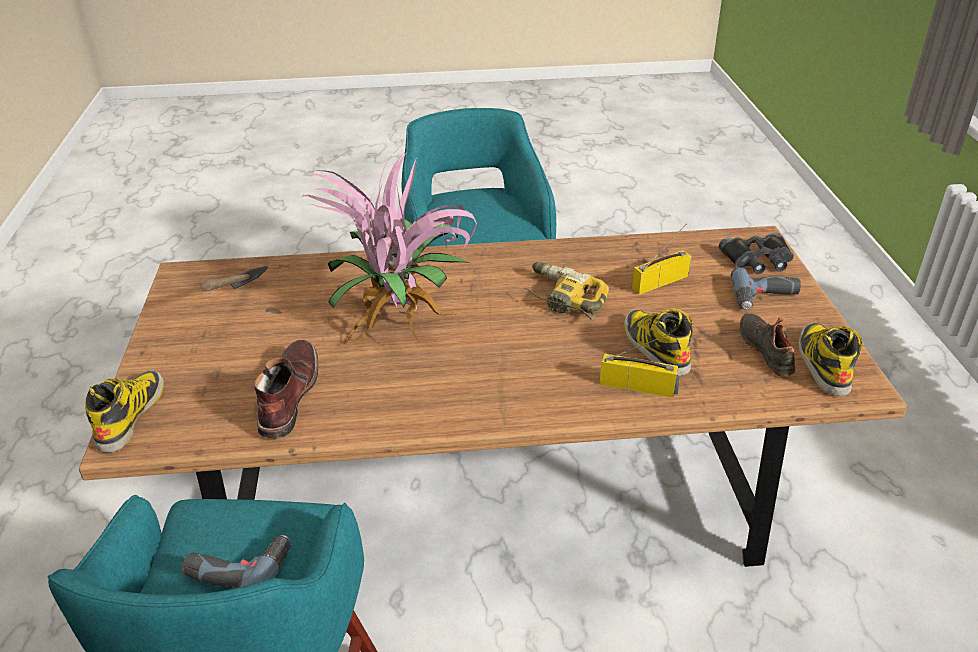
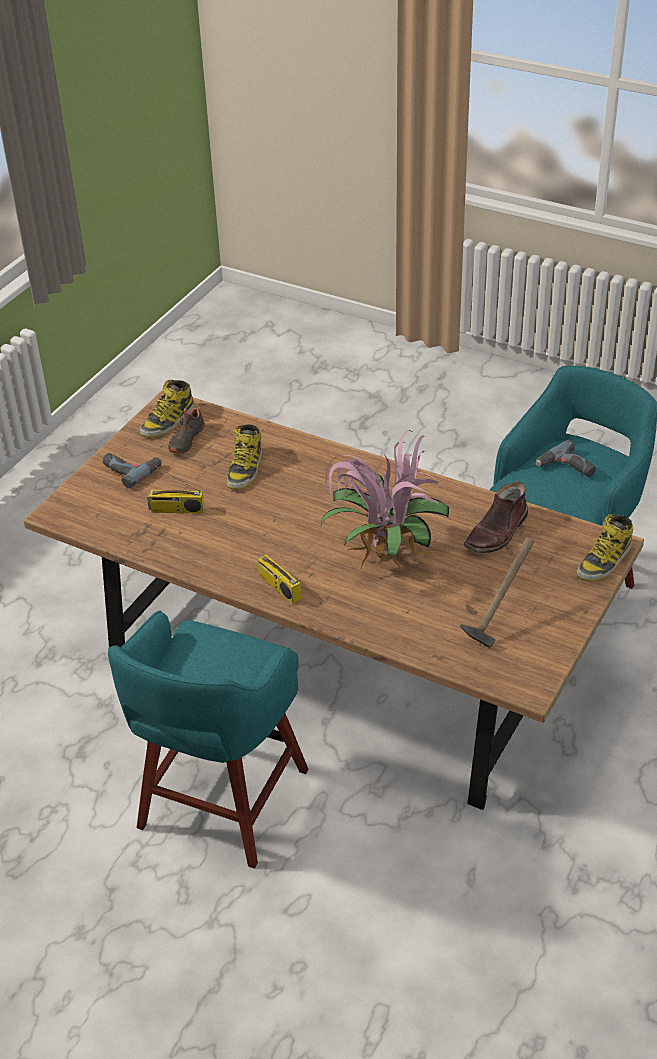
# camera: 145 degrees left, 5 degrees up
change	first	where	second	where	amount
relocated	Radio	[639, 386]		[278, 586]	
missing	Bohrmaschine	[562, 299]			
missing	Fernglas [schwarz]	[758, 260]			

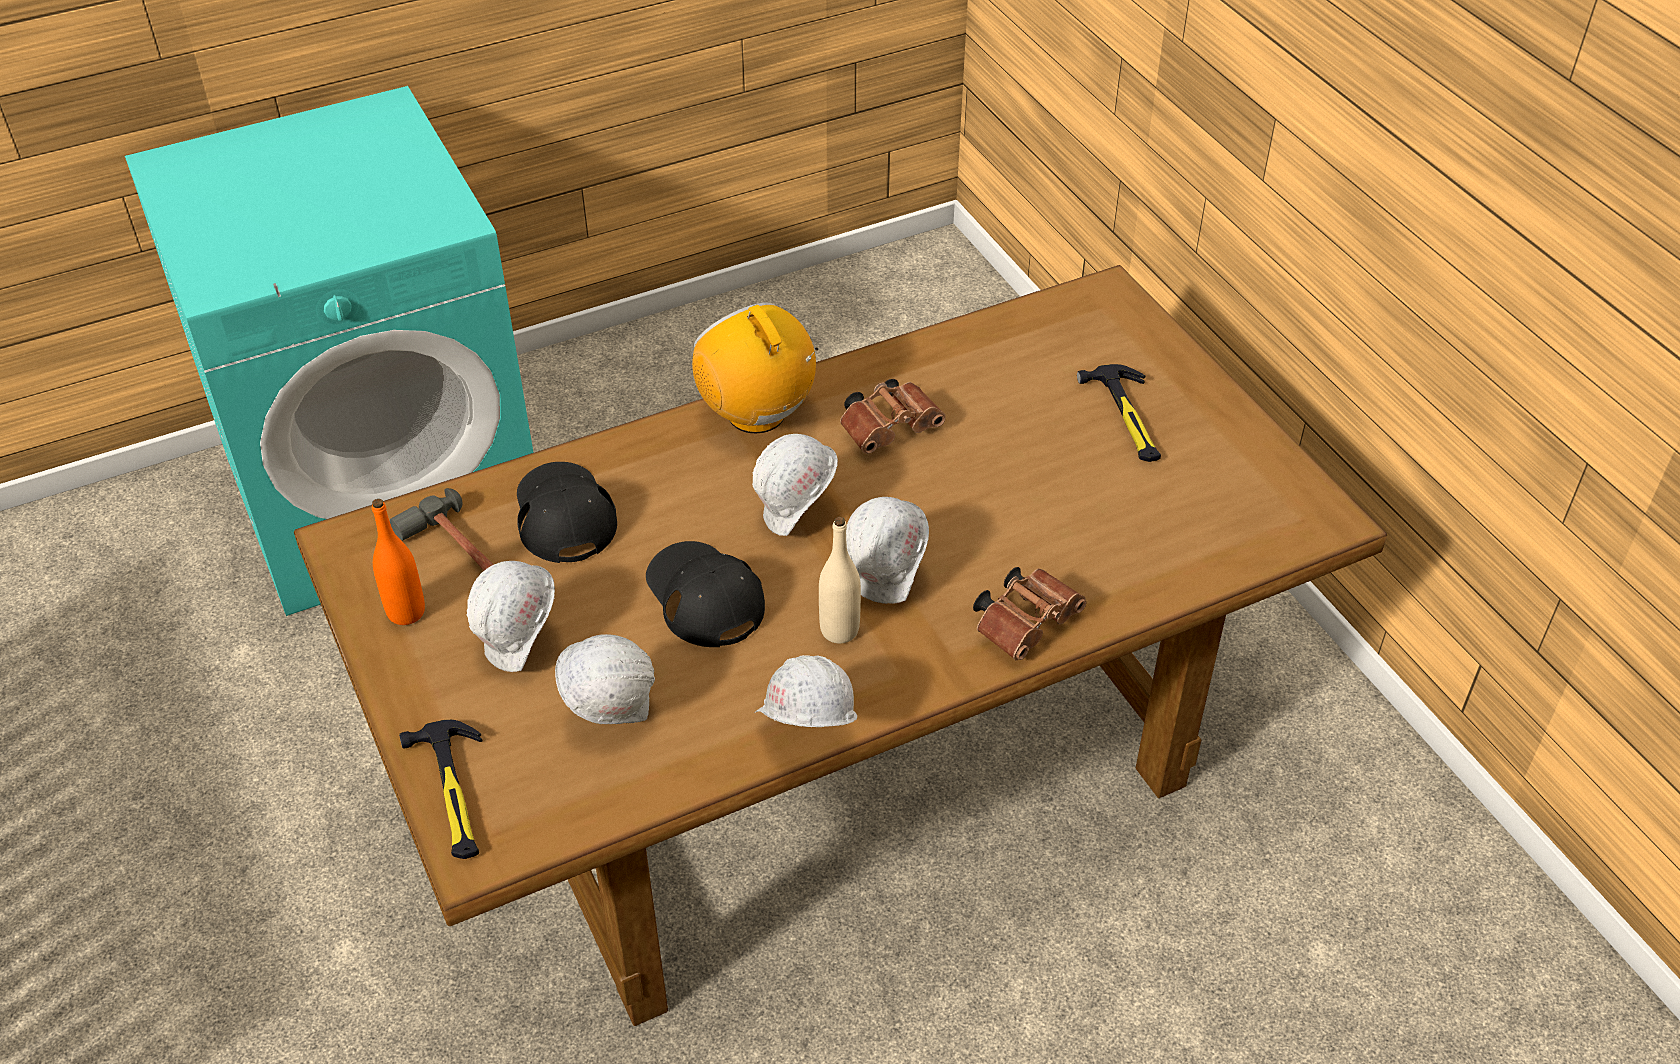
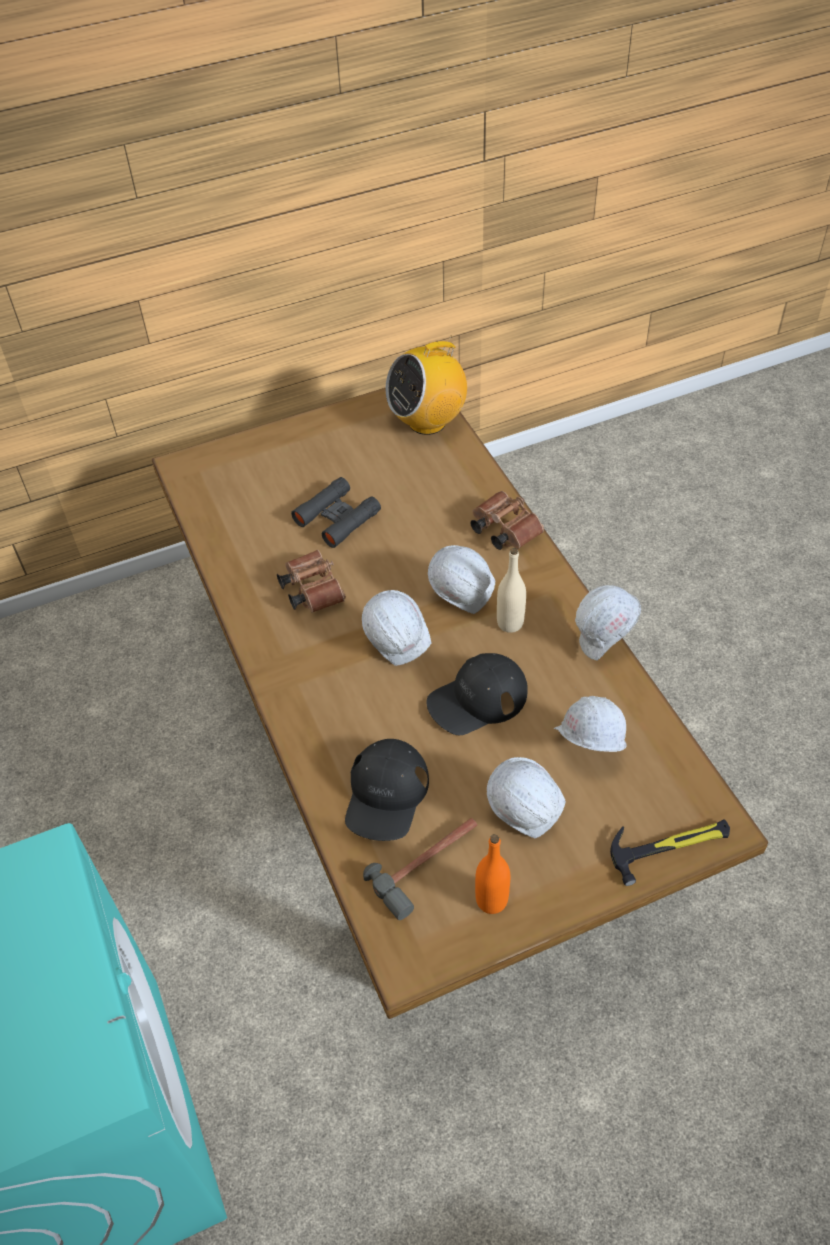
# camera: 85 degrees left, 5 degrees up
change	first	where	second	where	amount
appeared			Fernglas [schwarz]	[337, 518]	
spun	Kappe [schwarz]	[564, 515]		[386, 794]	60 degrees counterclockwise
relocated	Radio	[757, 414]		[428, 421]	
missing	Hammer	[1128, 417]			

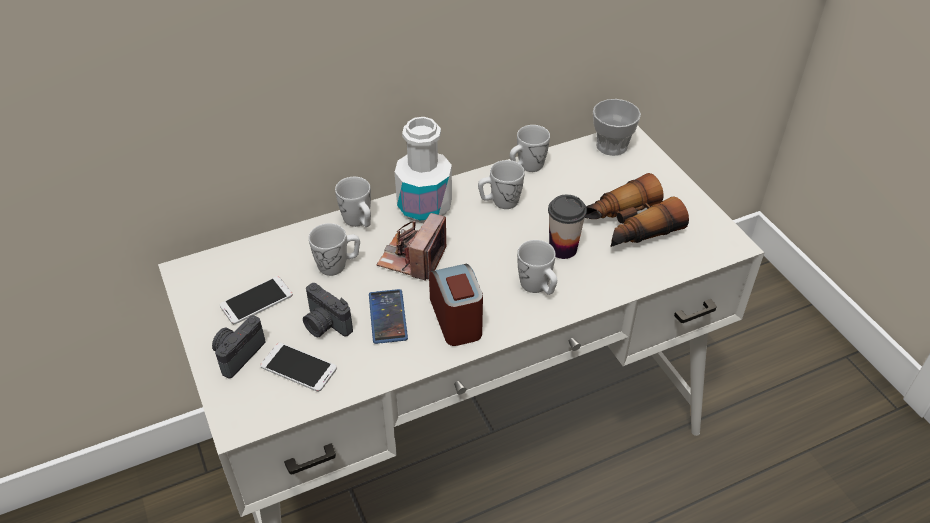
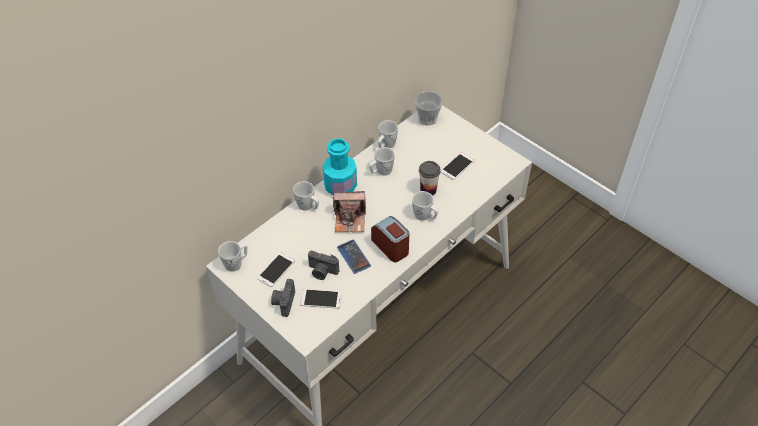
# camera: 20 degrees left, 5 degrees up
change	first	where	second	where	amount
relocated	Henkelbecher [weiß]	[338, 265]		[236, 263]	
colour	Flasche [weiß]	[424, 207]	Flasche [türkis]	[340, 186]	
spun	Kamera	[413, 258]		[350, 219]	90 degrees counterclockwise
exchanged	Fernglas	[629, 226]	Handy	[457, 166]	

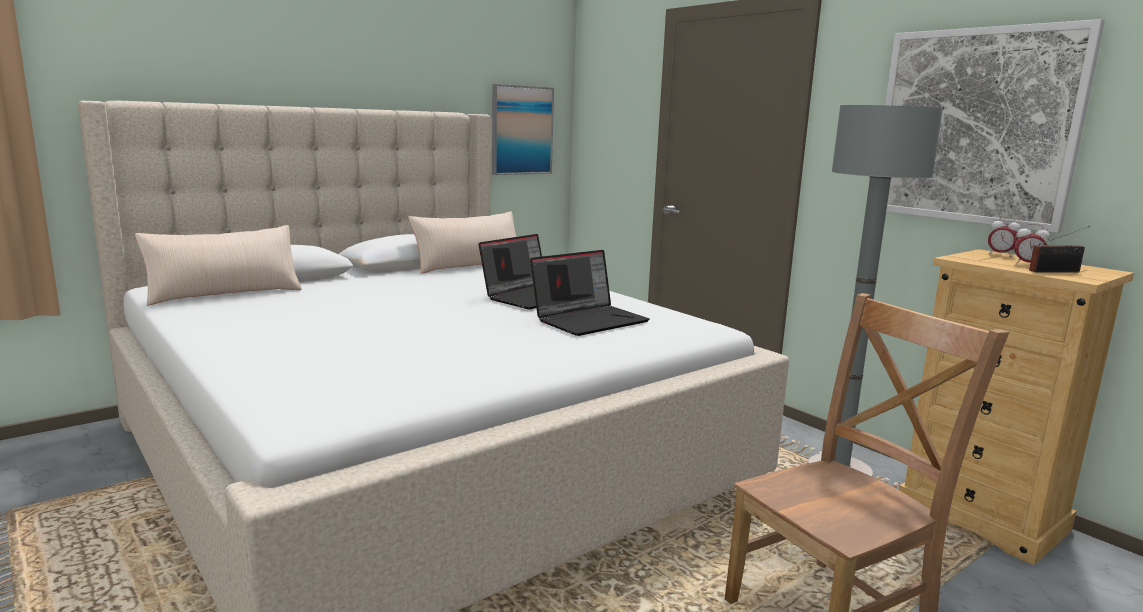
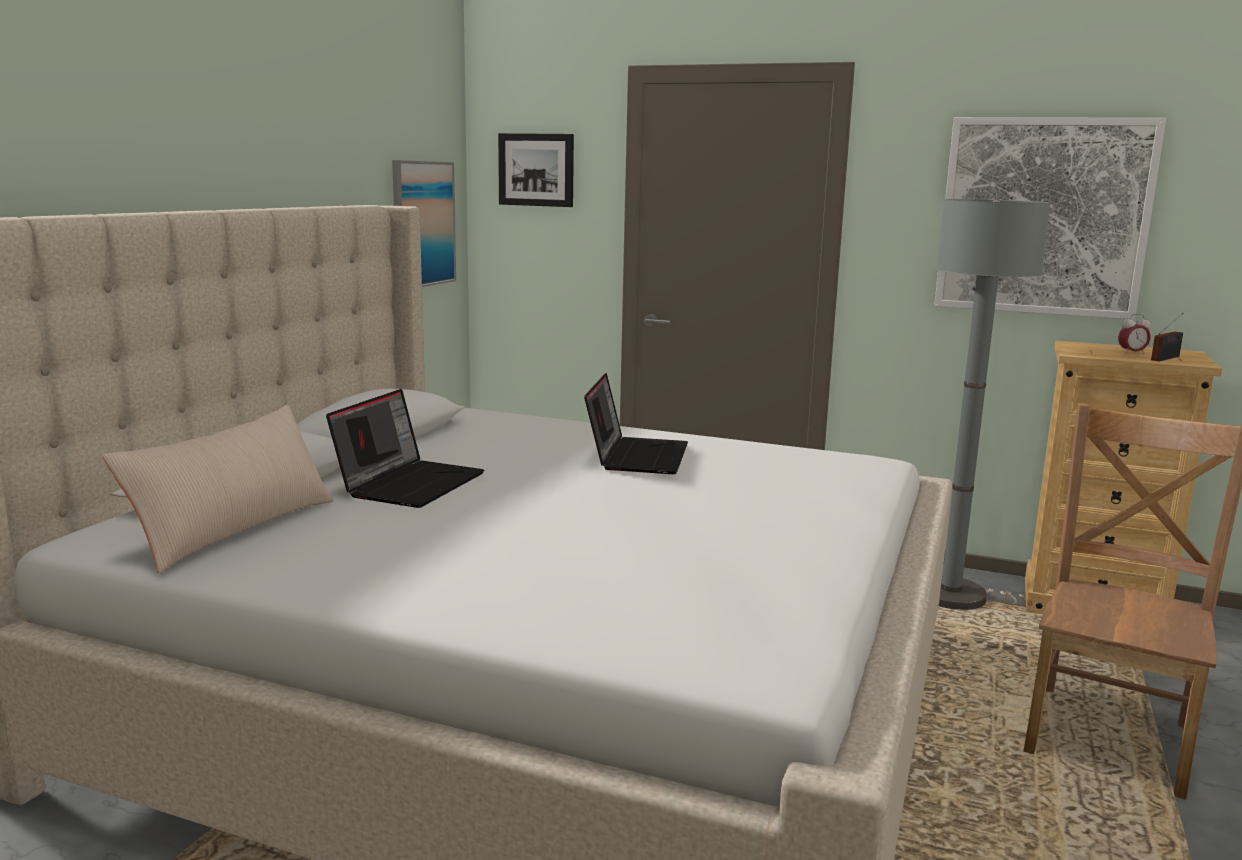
# camera: 30 degrees left, 0 degrees up
change	first	where	second	where	amount
relocated	Laptop	[589, 320]		[410, 483]	
appeared			Bild	[536, 170]	
missing	Kissen [beige]	[468, 266]			
missing	Wecker	[1000, 255]			

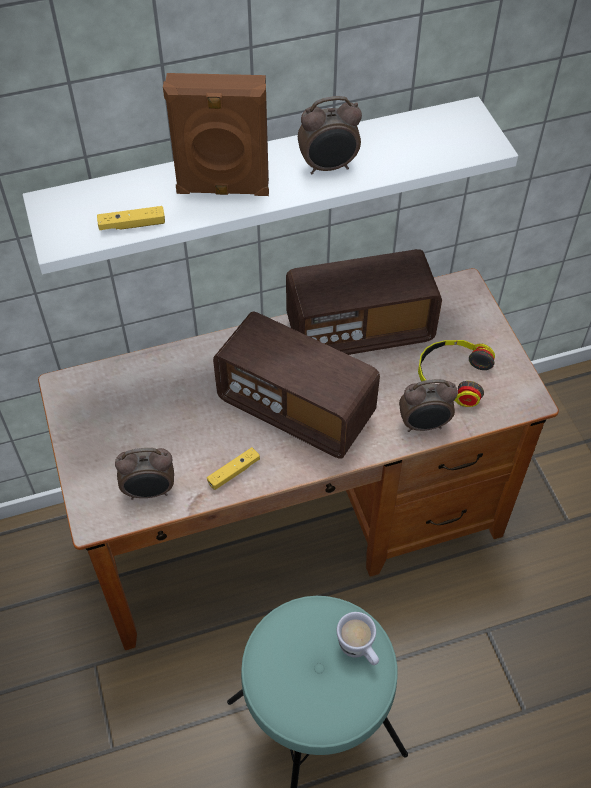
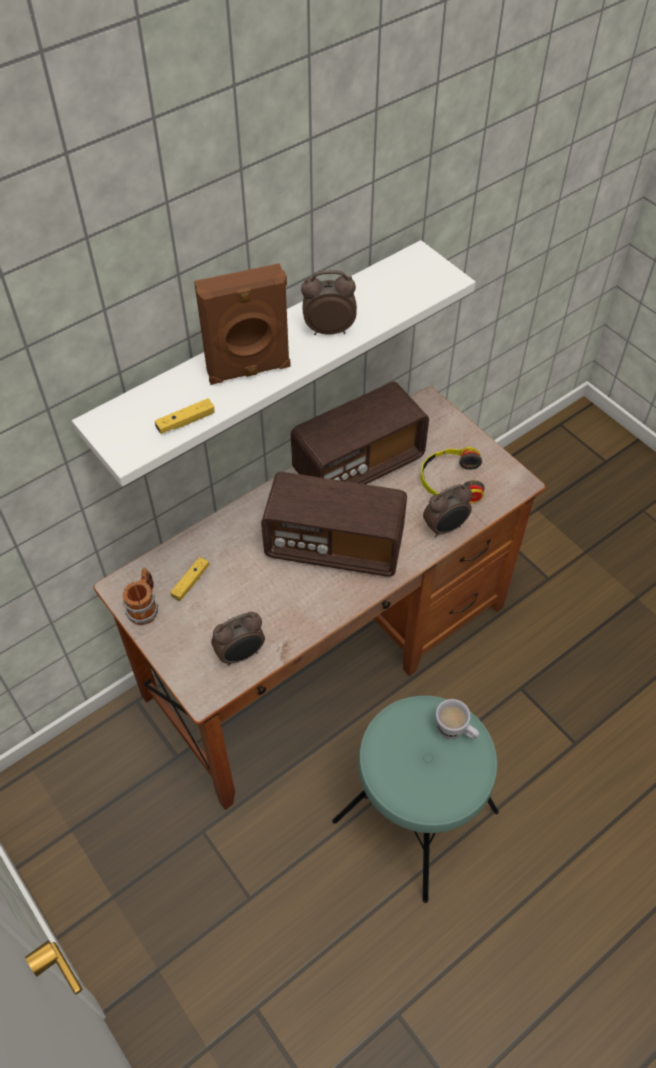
# camera: 20 degrees left, 0 degrees up
change	first	where	second	where	amount
appeared			Henkelbecher	[145, 606]	
relocated	Gamepad [gelb]	[234, 472]		[190, 582]	
spun	Wecker	[329, 167]		[329, 329]	150 degrees counterclockwise

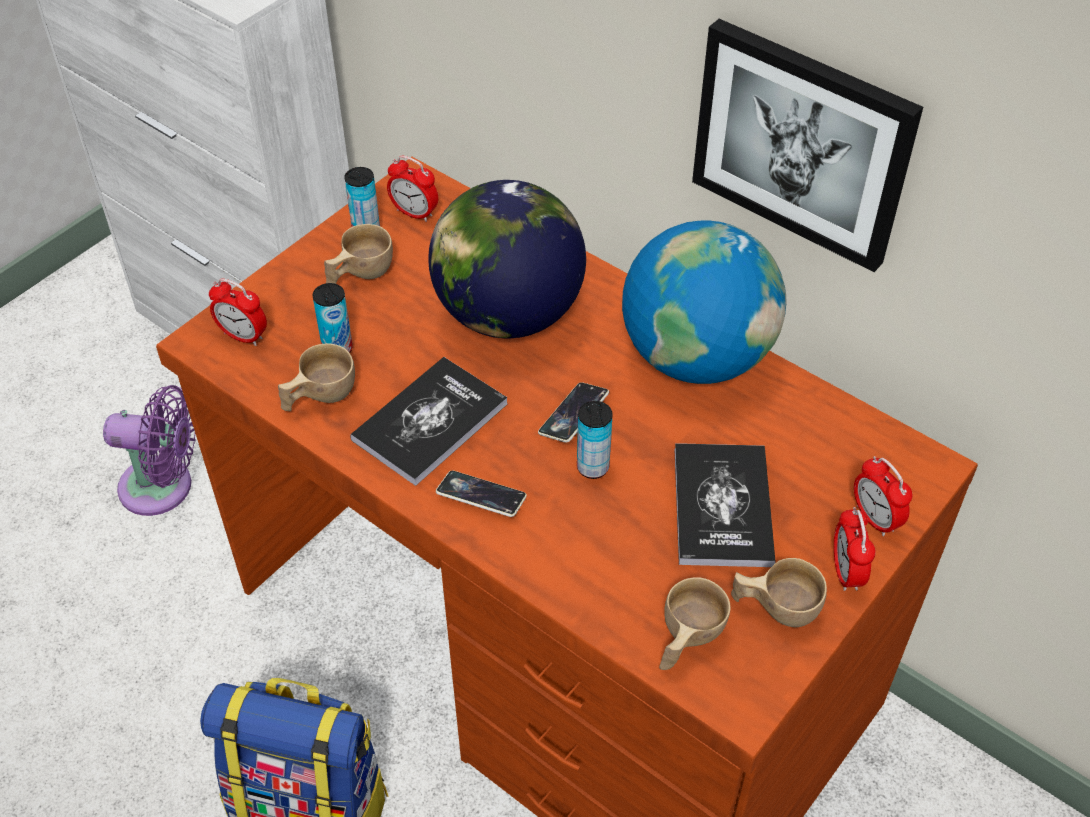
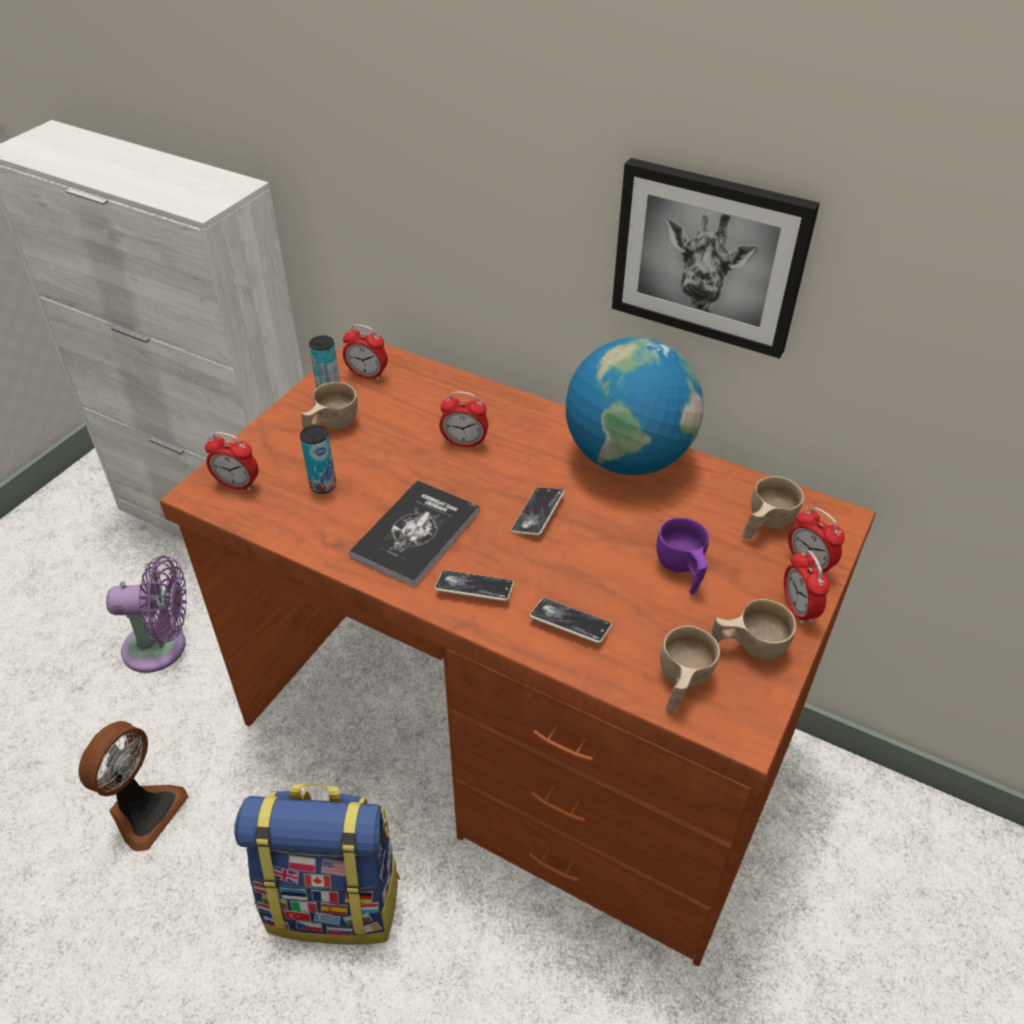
# camera: 10 degrees left, 5 degrees down
change	first	where	second	where	amount
appeared			Ventilator	[144, 811]	
exchanged	Globus	[509, 315]	Wecker	[464, 443]	
appeared			Handy	[570, 624]	
exchanged	Buch	[722, 506]	Tasse [lila]	[681, 570]	
relocated	Tasse [beige]	[319, 397]		[764, 524]	
missing	Dose	[592, 467]			

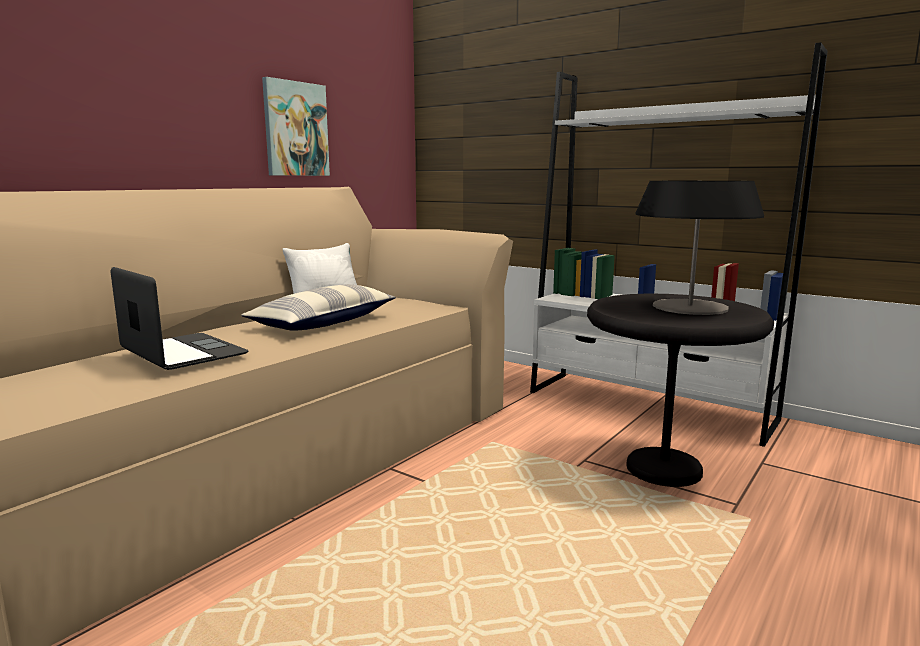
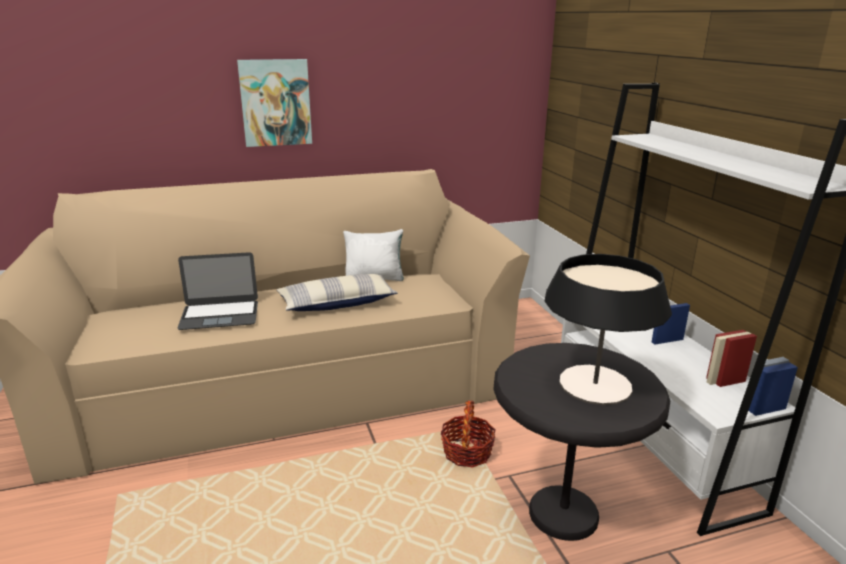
# camera: 35 degrees right, 10 degrees up
change	first	where	second	where	amount
spun	Laptop	[183, 352]		[219, 315]	90 degrees clockwise
relocated	Bild	[295, 129]		[275, 102]	
appeared			Korb	[467, 452]	

